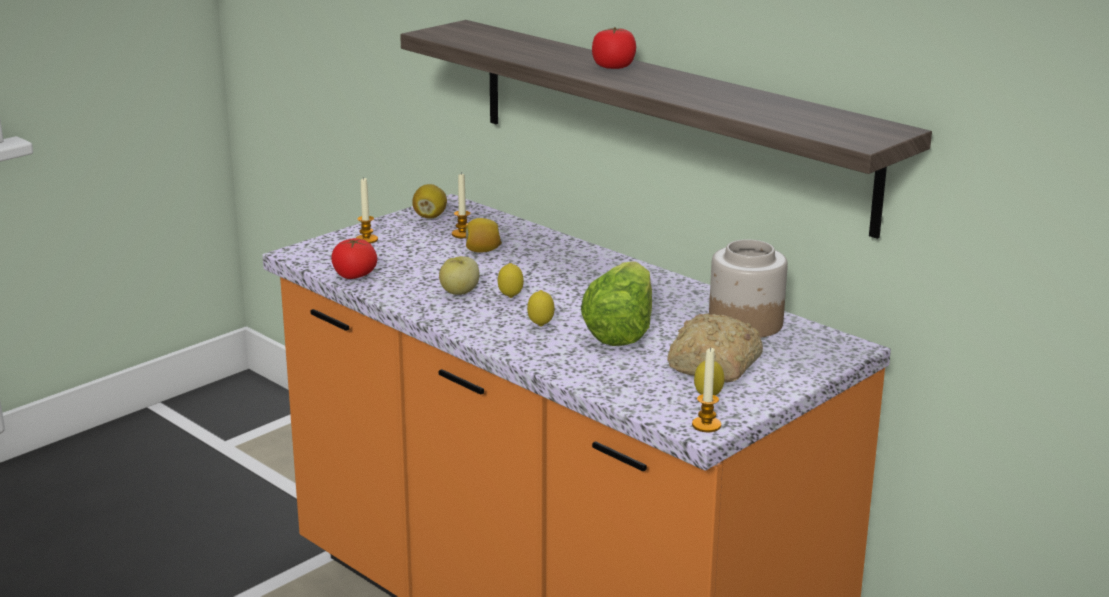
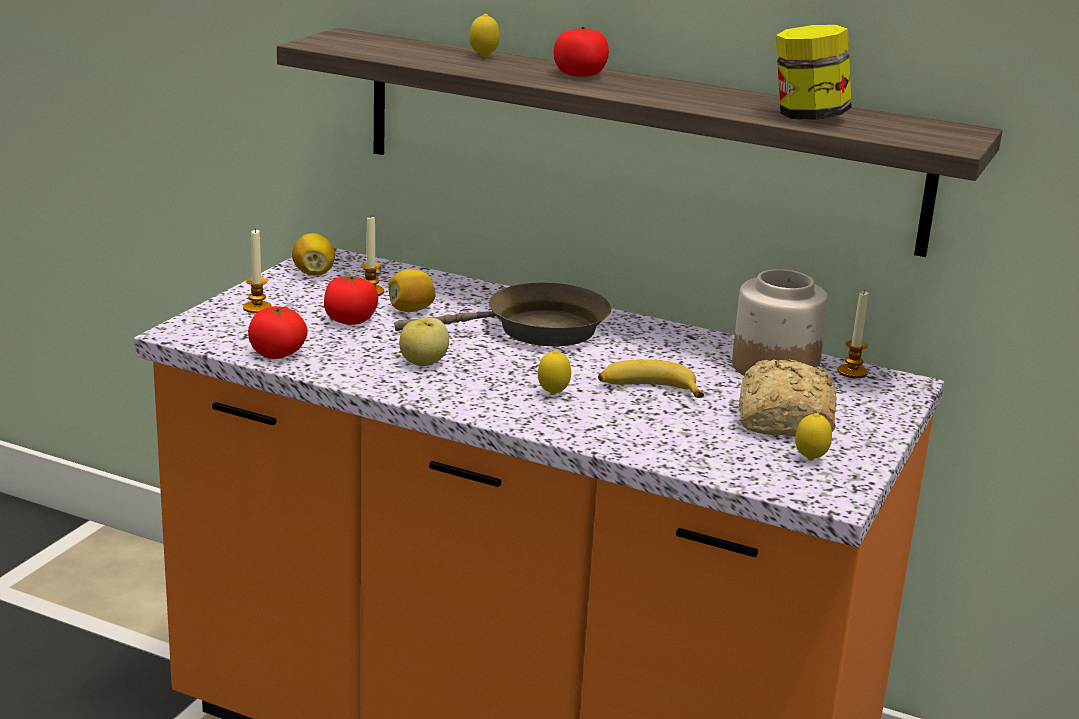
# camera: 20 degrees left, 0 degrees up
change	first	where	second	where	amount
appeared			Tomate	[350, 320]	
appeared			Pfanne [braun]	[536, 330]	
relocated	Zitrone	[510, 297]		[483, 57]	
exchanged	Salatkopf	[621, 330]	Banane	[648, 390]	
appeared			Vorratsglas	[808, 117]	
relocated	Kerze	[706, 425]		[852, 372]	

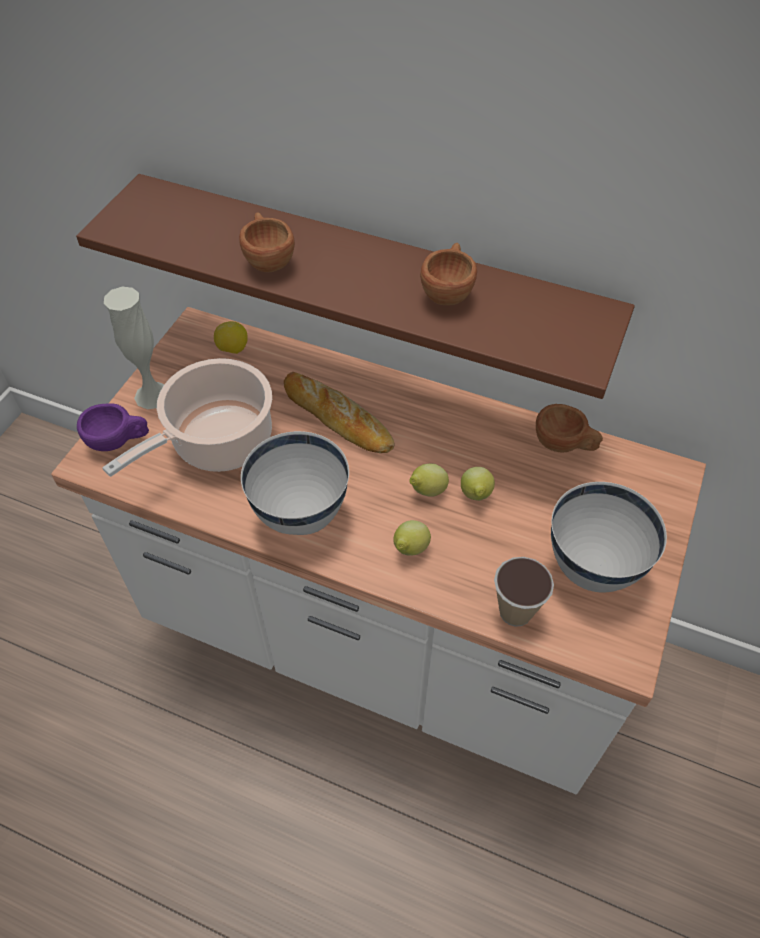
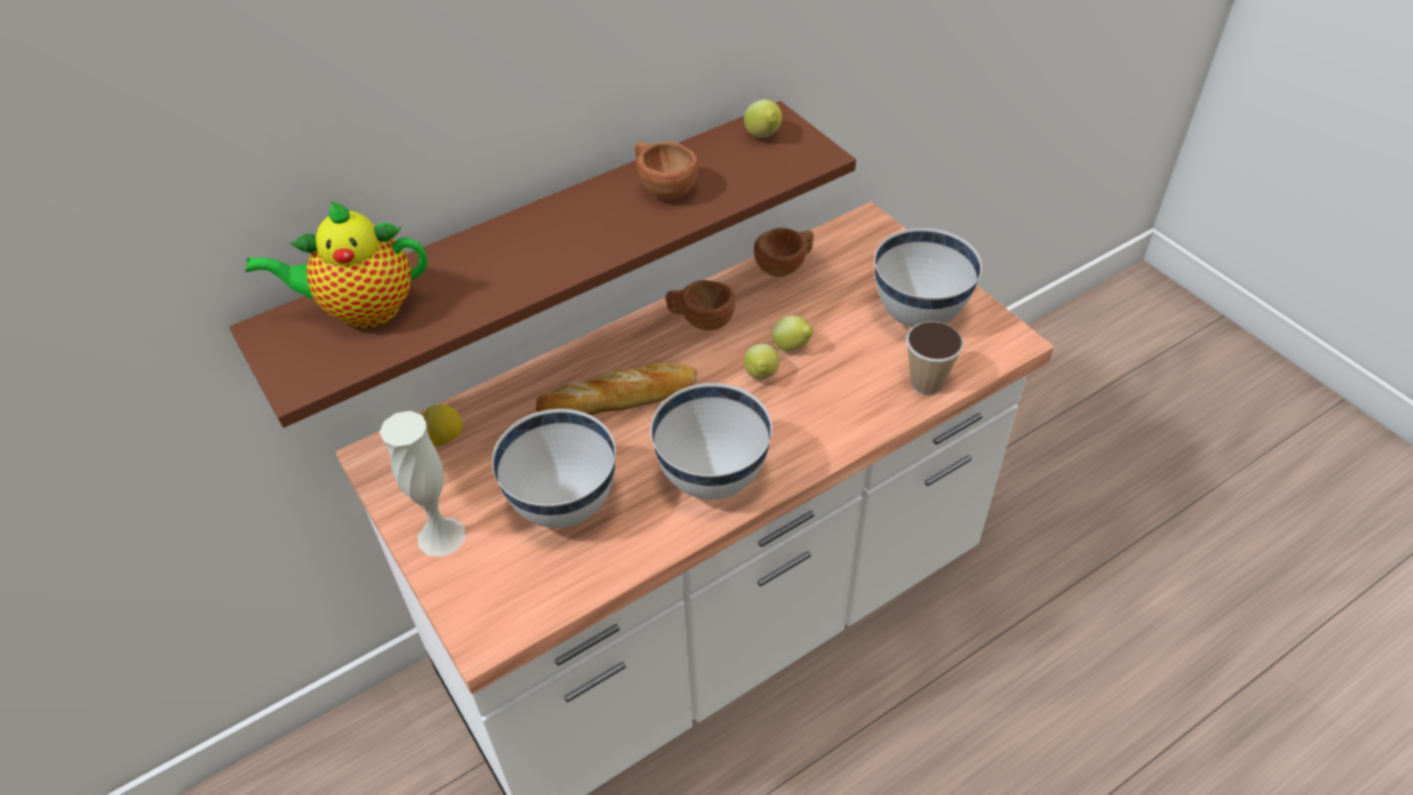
# camera: 55 degrees left, 5 degrees down
change	first	where	second	where	amount
appeared			Teekanne	[363, 310]	
exchanged	Kochtopf	[217, 443]	Schüssel [weiß]	[563, 507]	
relocated	Tasse [braun]	[268, 259]		[700, 320]	
relocated	Zitrone	[410, 550]		[763, 137]	
missing	Tasse [lila]	[118, 440]			

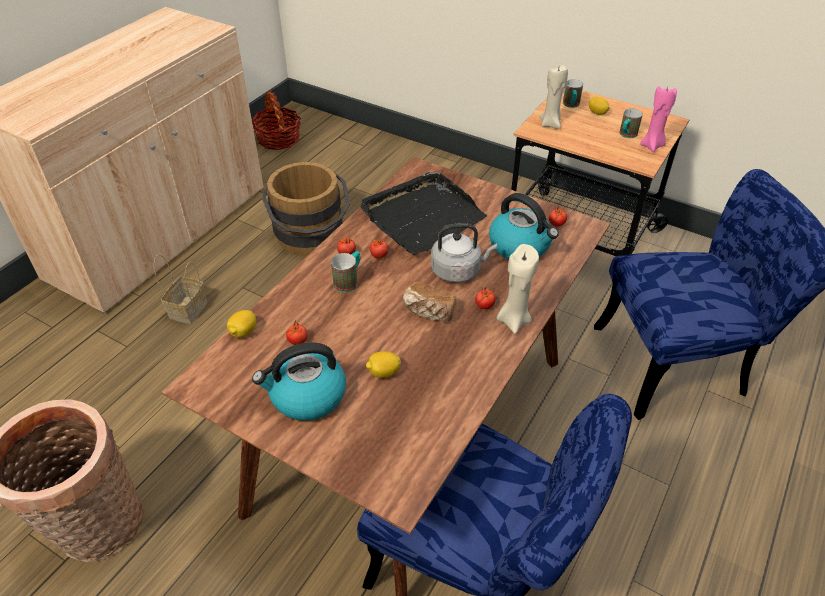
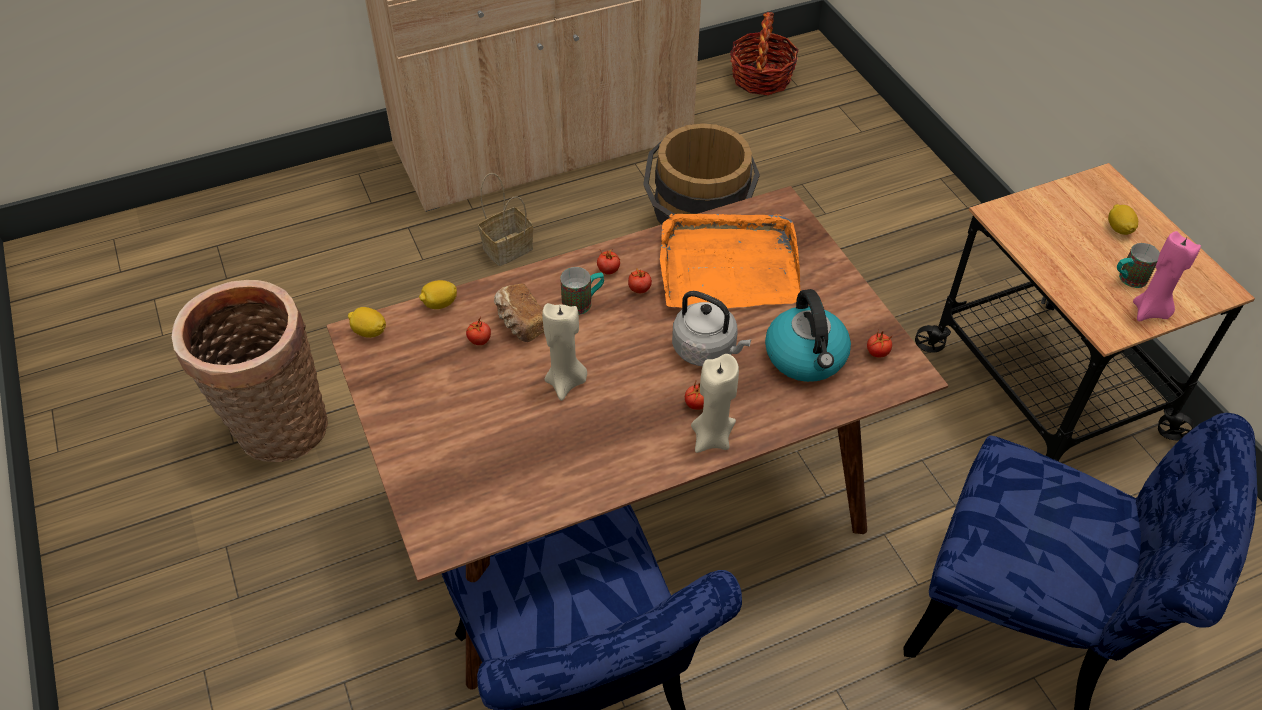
# camera: 35 degrees right, 5 degrees up
change	first	where	second	where	amount
relocated	Zitrone	[383, 372]		[369, 332]	
relocated	Brot	[429, 312]		[520, 323]	
relocated	Kerze [beige]	[550, 124]		[566, 382]	
colour	Tablett [schwarz]	[422, 217]	Tablett [orange]	[728, 266]	
missing	Wasserkessel	[307, 396]			
missing	Henkelbecher	[571, 105]			

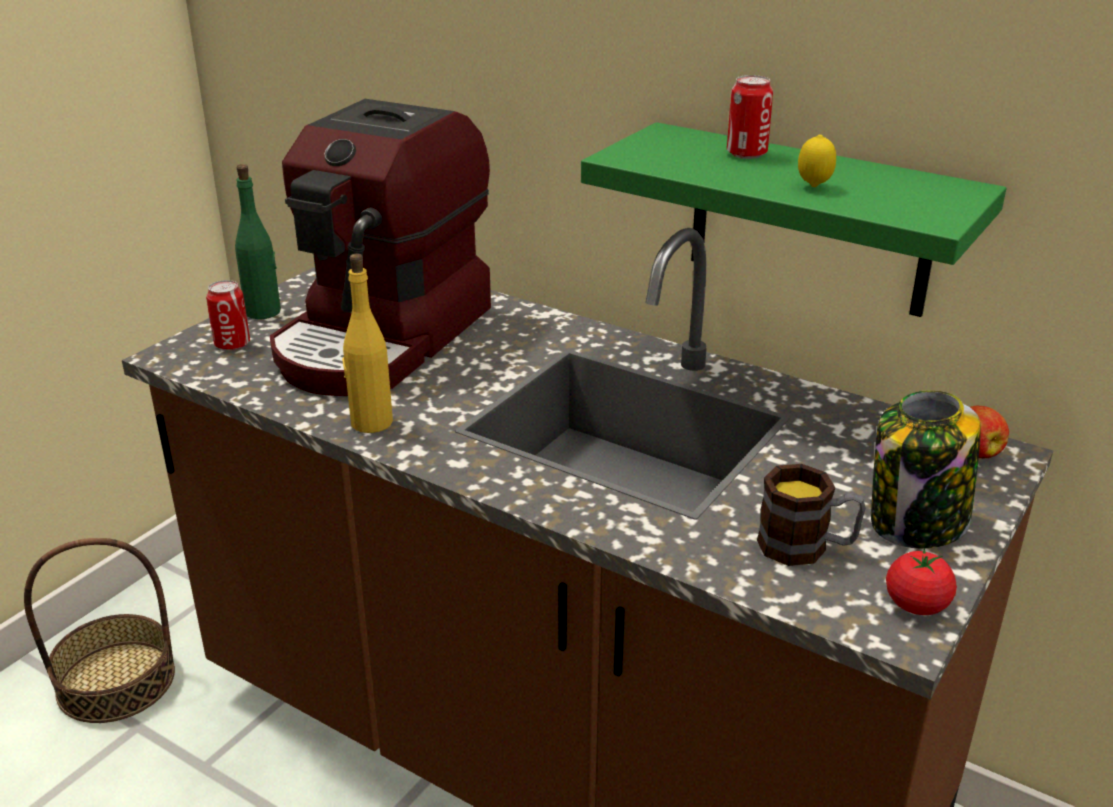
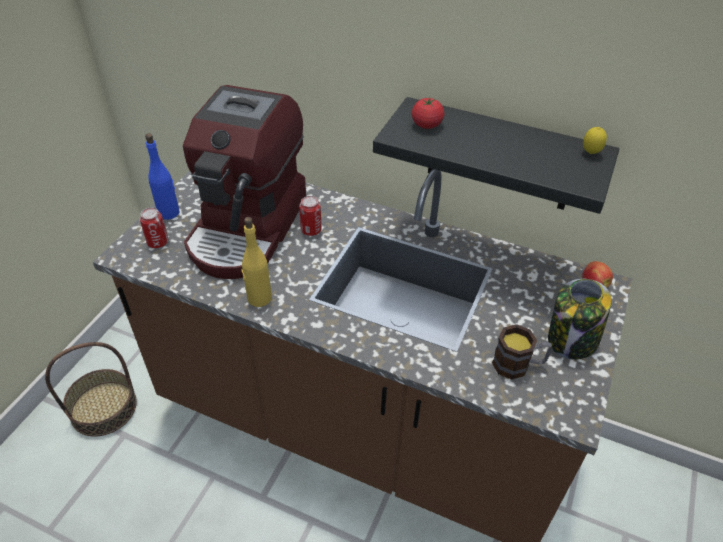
# camera: 10 degrees left, 15 degrees up
change	first	where	second	where	amount
colour	Flasche [grün]	[263, 312]	Flasche [blau]	[169, 213]	
relocated	Dose	[746, 154]		[311, 230]	
colour	Wandregal [grün]	[809, 220]	Wandregal [schwarz]	[501, 156]	
relocated	Tomate	[916, 605]		[426, 125]	
relocated	Zitrone	[814, 187]		[590, 153]	

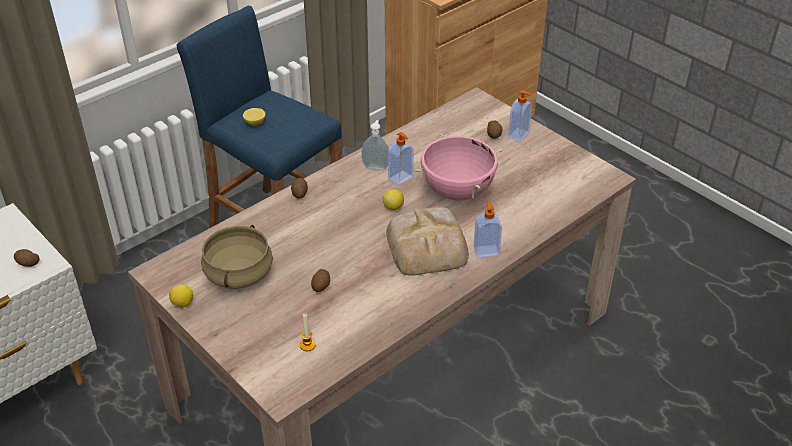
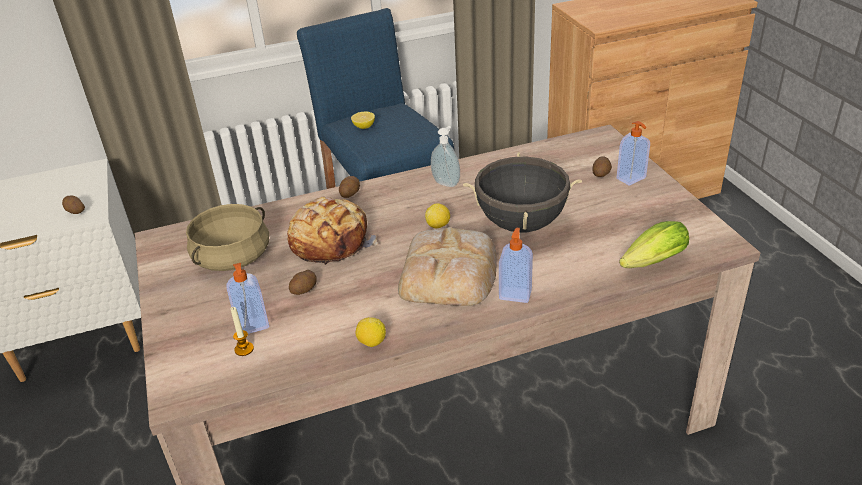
# camera: 25 degrees right, 5 degrees down
change	first	where	second	where	amount
relocated	Seifenspender	[401, 178]		[253, 326]	
appeared			Brot	[331, 241]	
relocated	Zitrone	[182, 303]		[371, 342]	
colour	Kochtopf [rosa]	[457, 191]	Kochtopf [schwarz]	[521, 224]	
appeared			Salatkopf	[650, 263]	

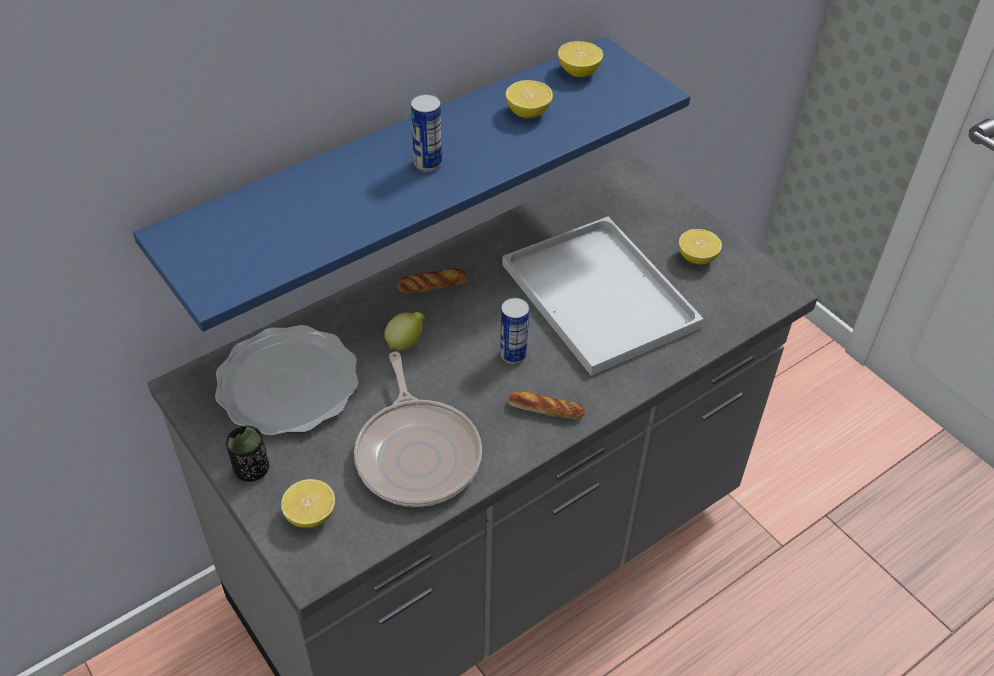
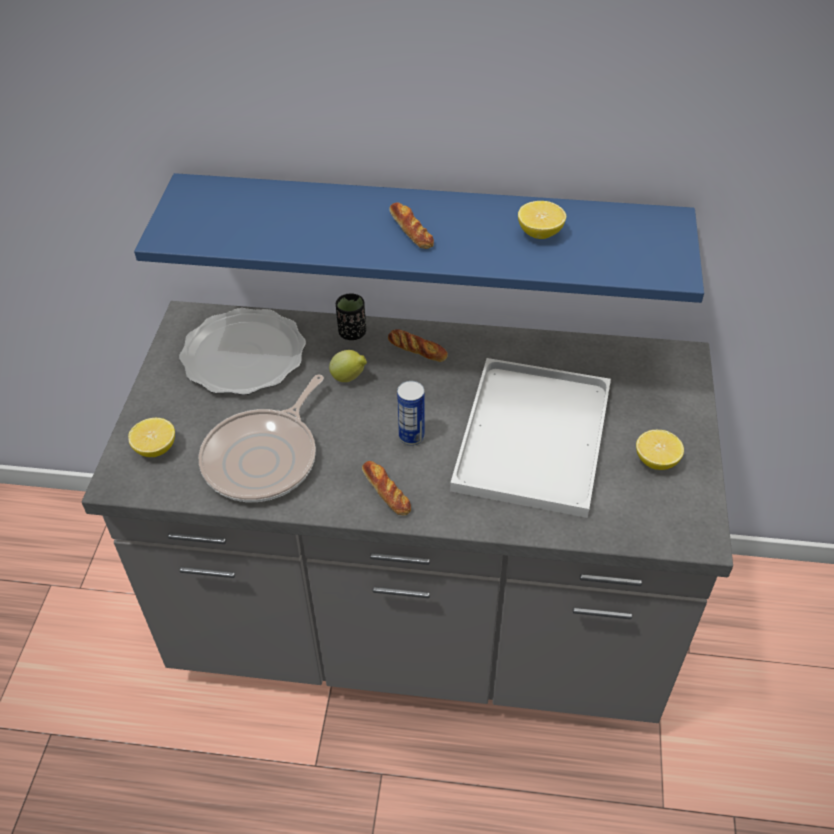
# camera: 45 degrees right, 0 degrees up
change	first	where	second	where	amount
relocated	Tasse [schwarz]	[252, 469]		[352, 333]	
exchanged	Dose	[428, 164]	Brot	[411, 230]	
missing	Zitrone	[578, 72]			

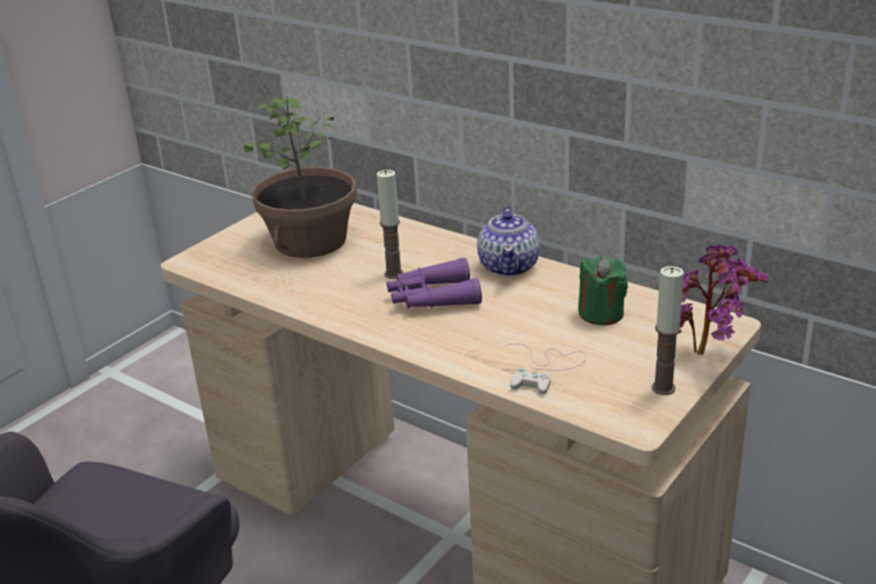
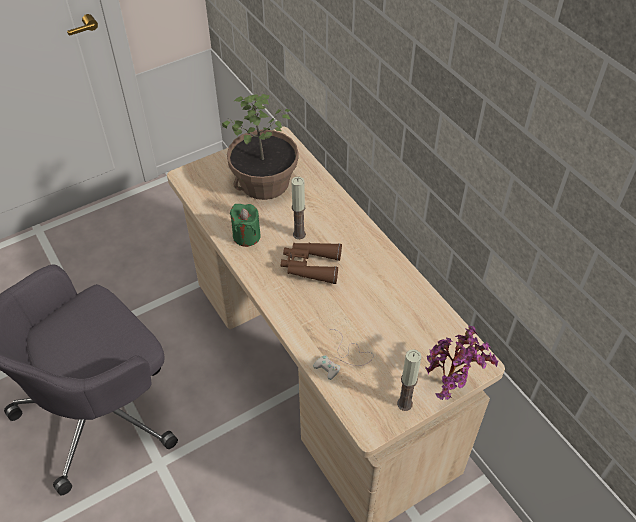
# camera: 20 degrees right, 20 degrees up
change	first	where	second	where	amount
relocated	Kerze [grün]	[601, 313]		[246, 236]	
colour	Fernglas [lila]	[432, 298]	Fernglas [braun]	[310, 266]	
missing	Teekanne	[509, 266]			

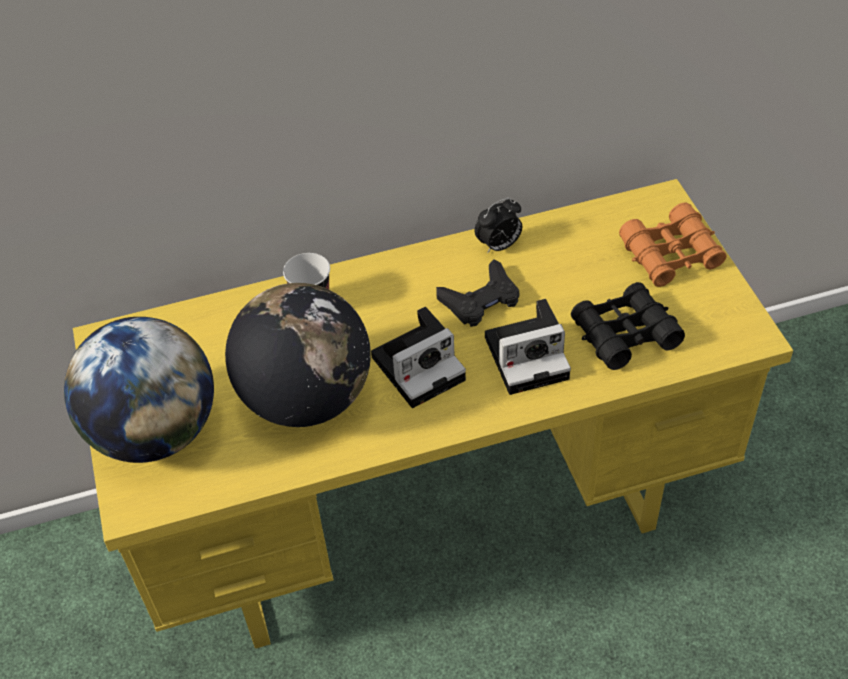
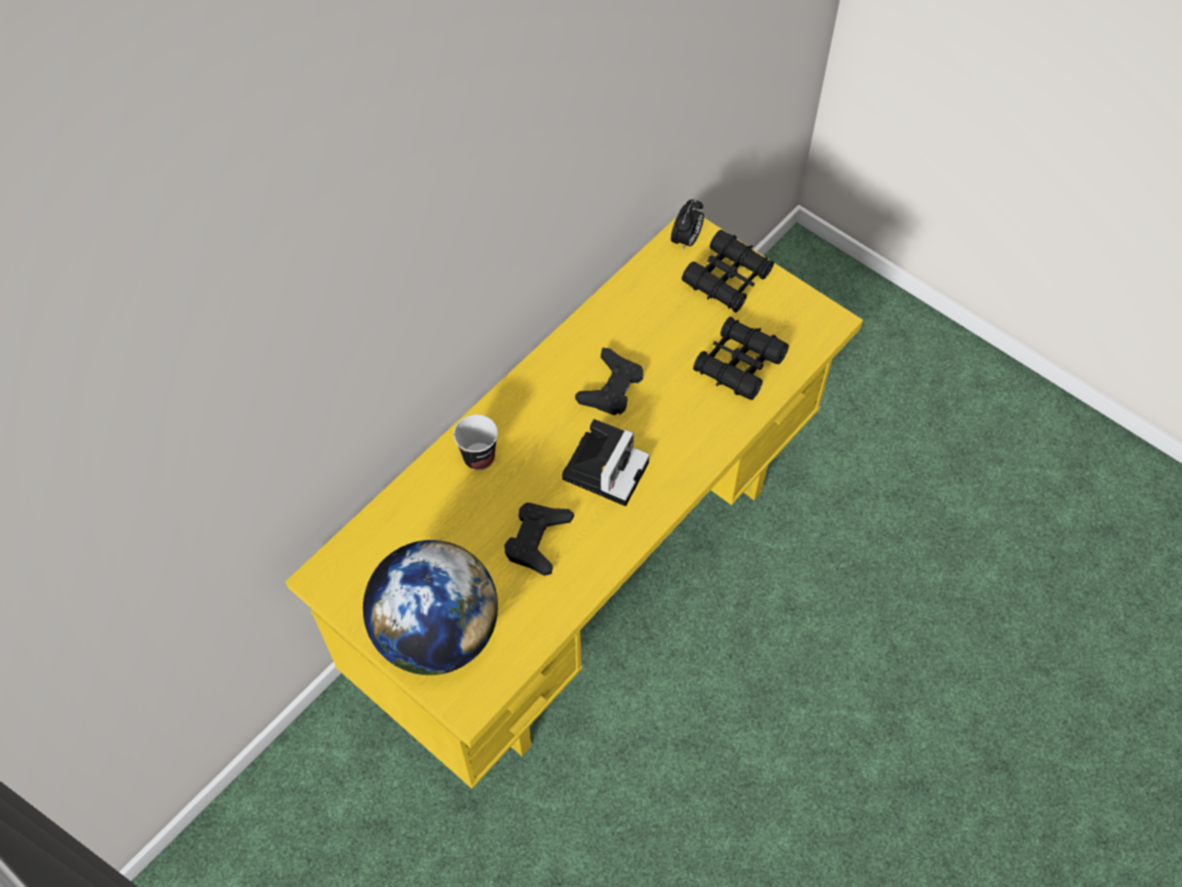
# camera: 35 degrees left, 10 degrees up
change	first	where	second	where	amount
exchanged	Globus	[307, 398]	Gamepad [schwarz]	[537, 540]	
relocated	Wecker	[499, 246]		[686, 240]	
colour	Fernglas [orange]	[671, 254]	Fernglas [schwarz]	[727, 278]	
missing	Kamera	[529, 356]			

